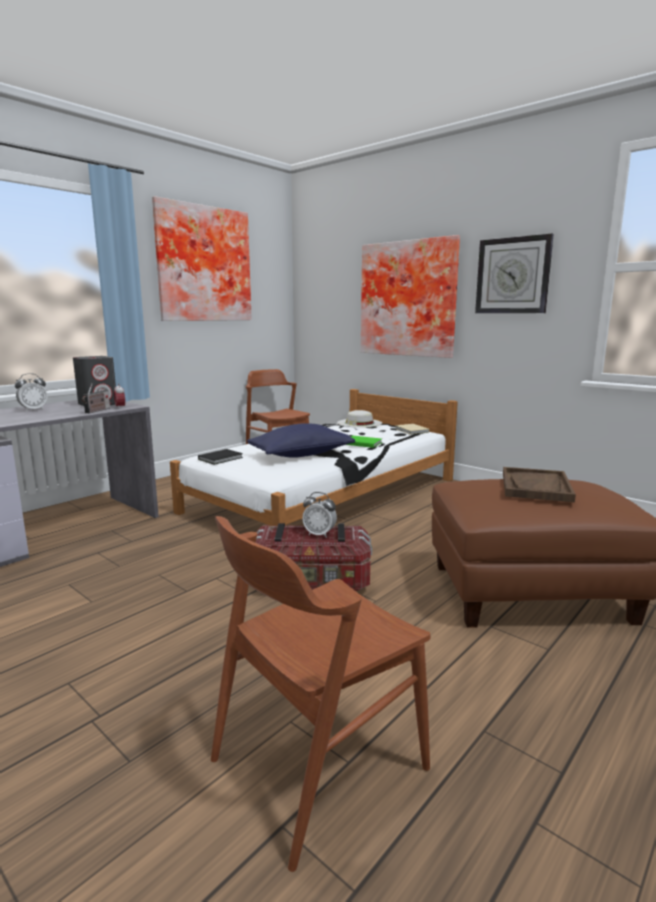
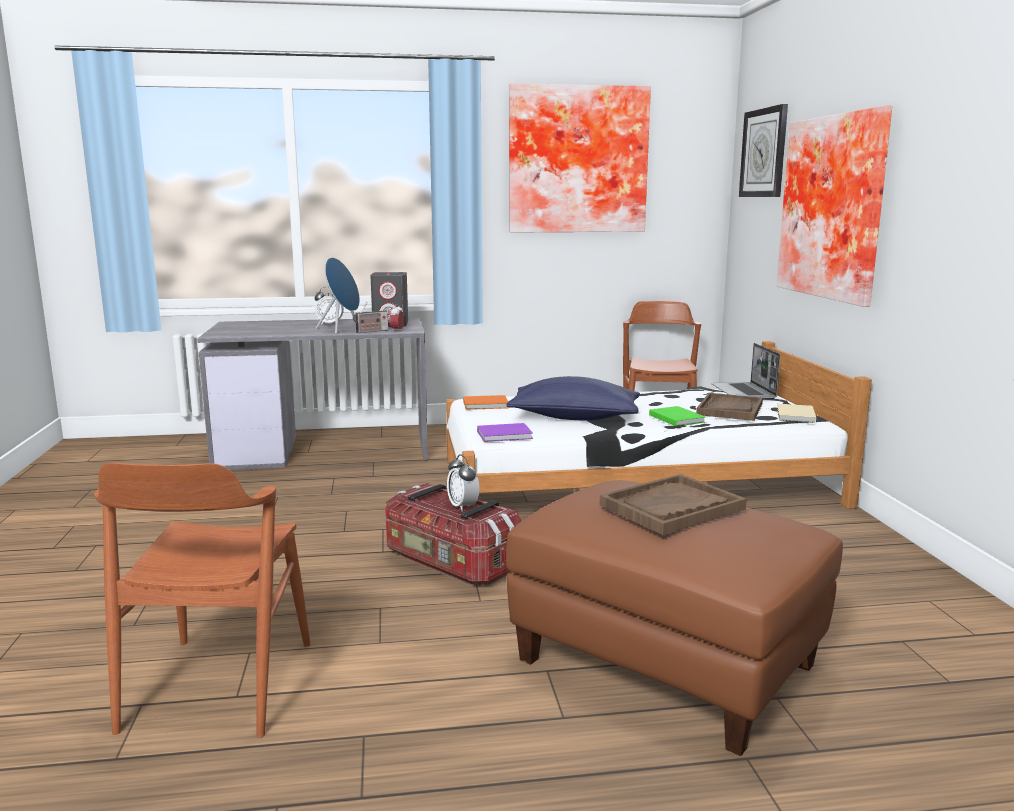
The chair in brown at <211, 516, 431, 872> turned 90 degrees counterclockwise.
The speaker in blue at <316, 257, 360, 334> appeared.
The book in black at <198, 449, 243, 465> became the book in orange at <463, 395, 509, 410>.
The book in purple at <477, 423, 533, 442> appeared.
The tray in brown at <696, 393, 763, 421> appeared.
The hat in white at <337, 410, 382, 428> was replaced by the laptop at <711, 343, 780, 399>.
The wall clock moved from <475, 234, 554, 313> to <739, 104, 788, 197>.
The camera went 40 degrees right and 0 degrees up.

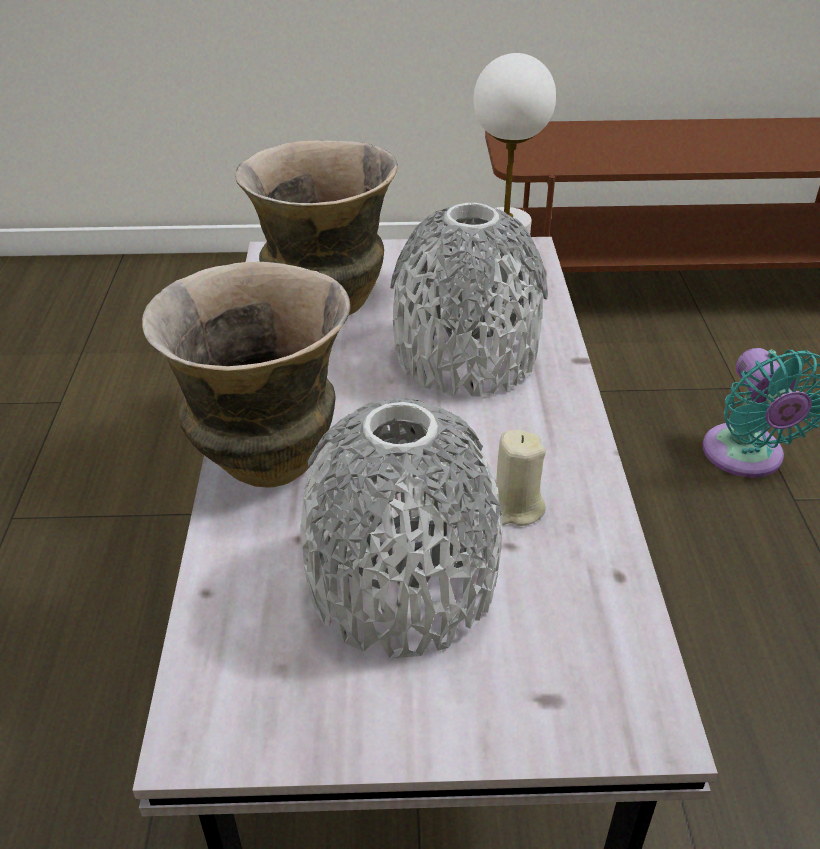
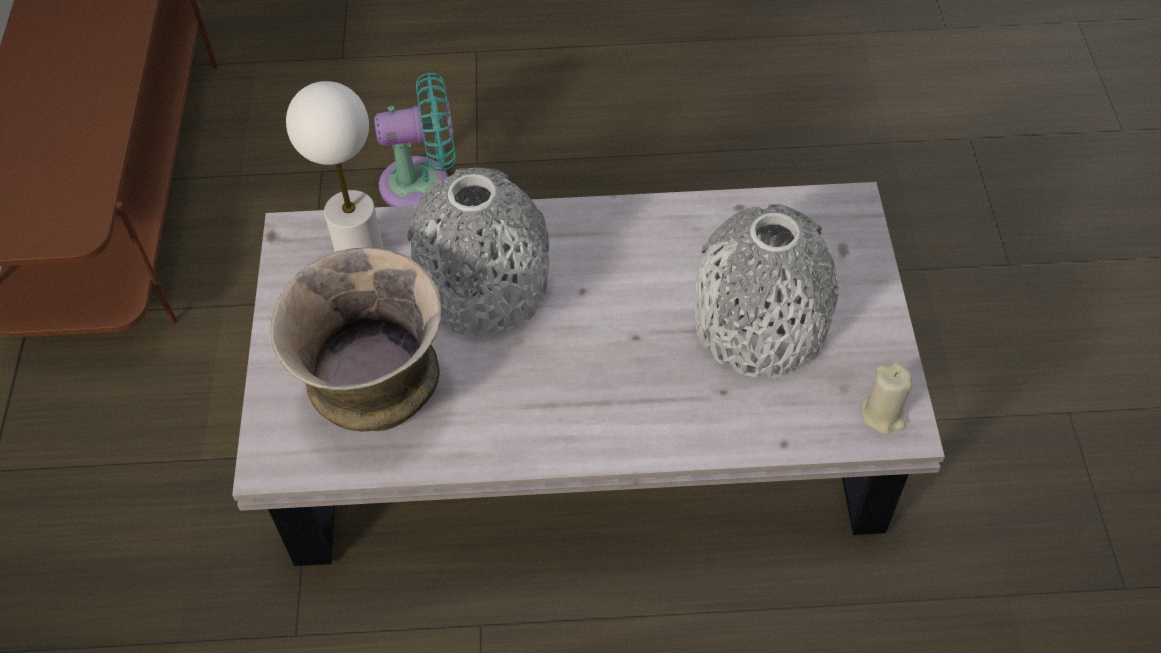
The candle in beige moved from <496, 430, 546, 526> to <862, 363, 912, 435>.
The vase at <142, 262, 350, 488> disappeared.
The camera went 90 degrees left and 15 degrees up.

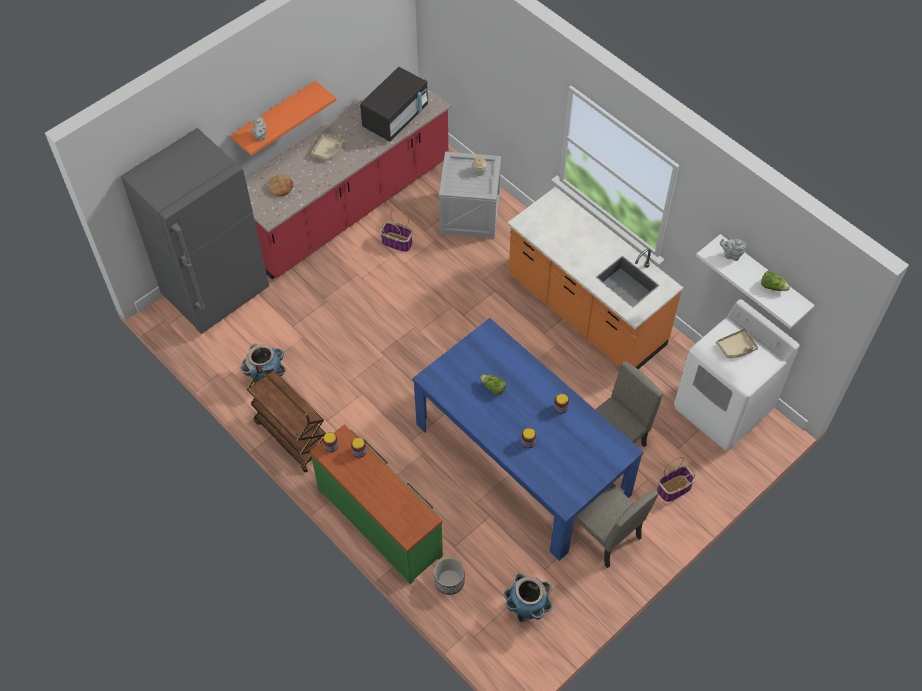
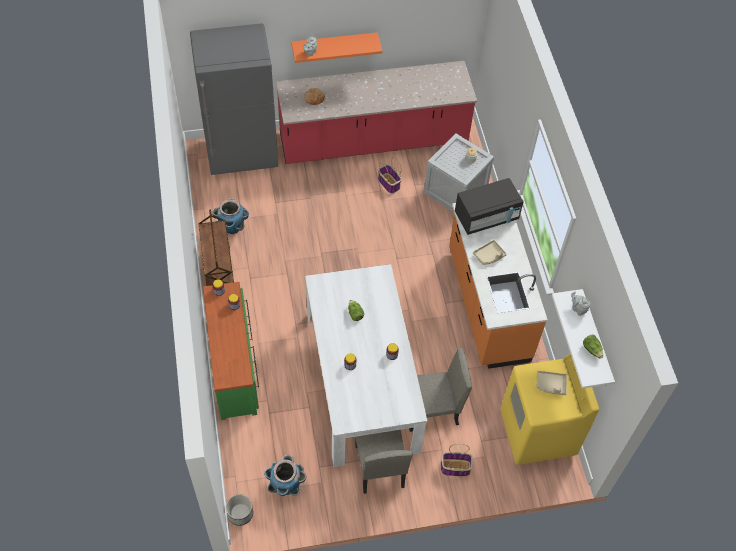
The planter moved from <434, 558, 465, 595> to <226, 494, 253, 526>.
The dining table in blue at <413, 318, 644, 561> became the dining table in white at <305, 264, 428, 467>.
The microwave in black moved from <360, 67, 428, 142> to <455, 178, 524, 235>.
The tray in beige moved from <311, 133, 344, 161> to <473, 240, 507, 265>.
The washing machine in white at <674, 299, 800, 451> became the washing machine in yellow at <500, 353, 599, 465>.
The camera went 30 degrees right and 0 degrees up.

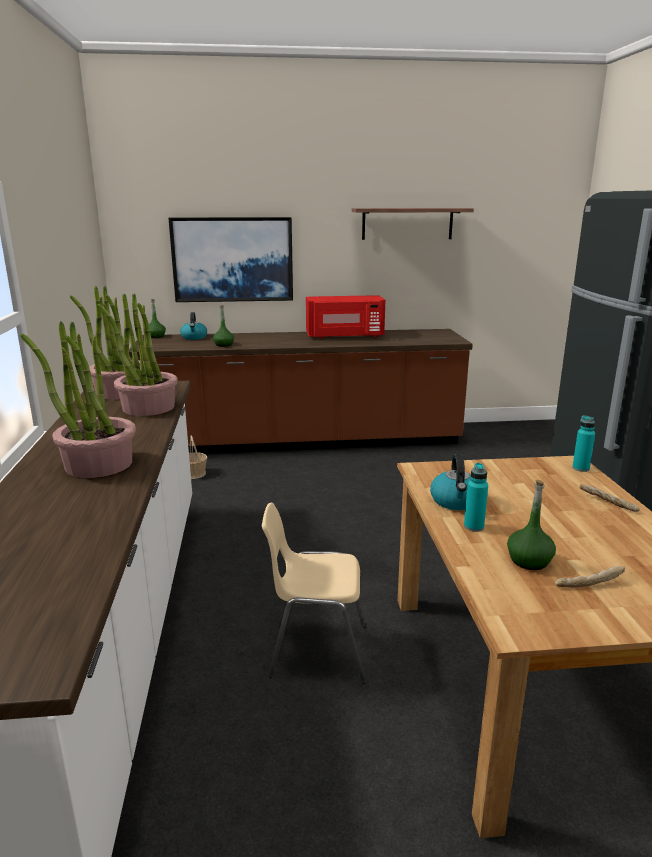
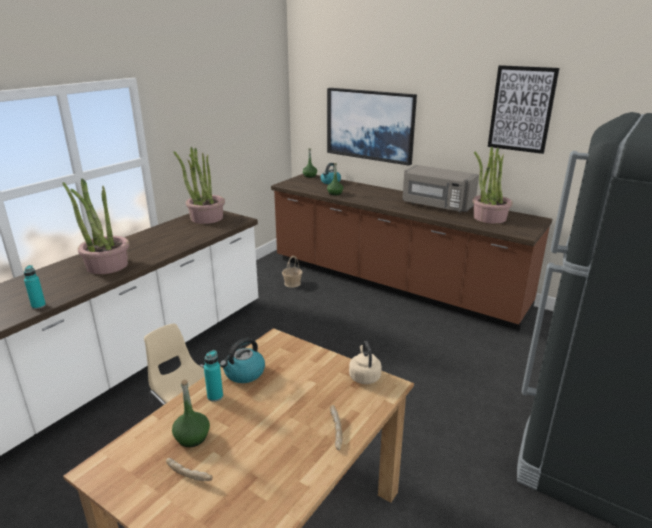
The bottle in turquoise moved from <572, 415, 596, 472> to <24, 265, 46, 309>.
The kettle in beige at <349, 341, 382, 384> appeared.
The microwave in red at <306, 295, 385, 339> became the microwave in grey at <402, 165, 479, 212>.
The potted plant moved from <97, 293, 178, 416> to <472, 147, 513, 224>.
The shelf at <351, 208, 474, 240> was replaced by the picture at <488, 65, 559, 154>.
The camera went 40 degrees right and 5 degrees up.

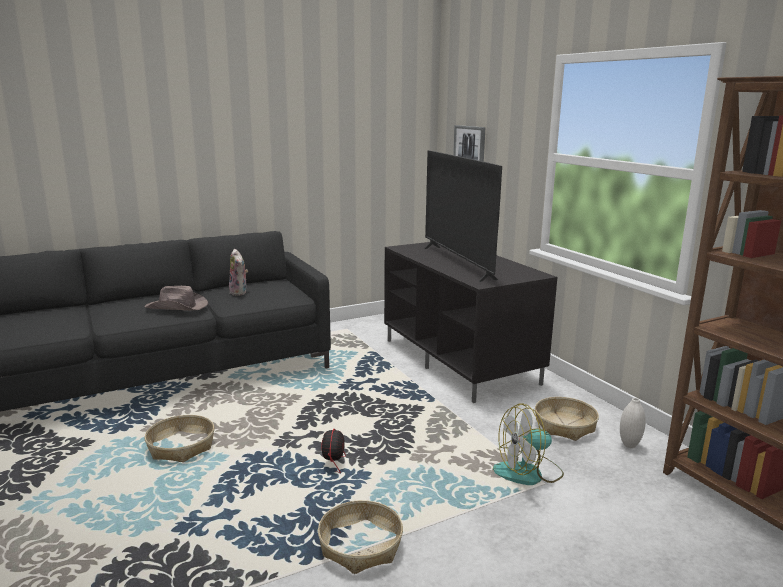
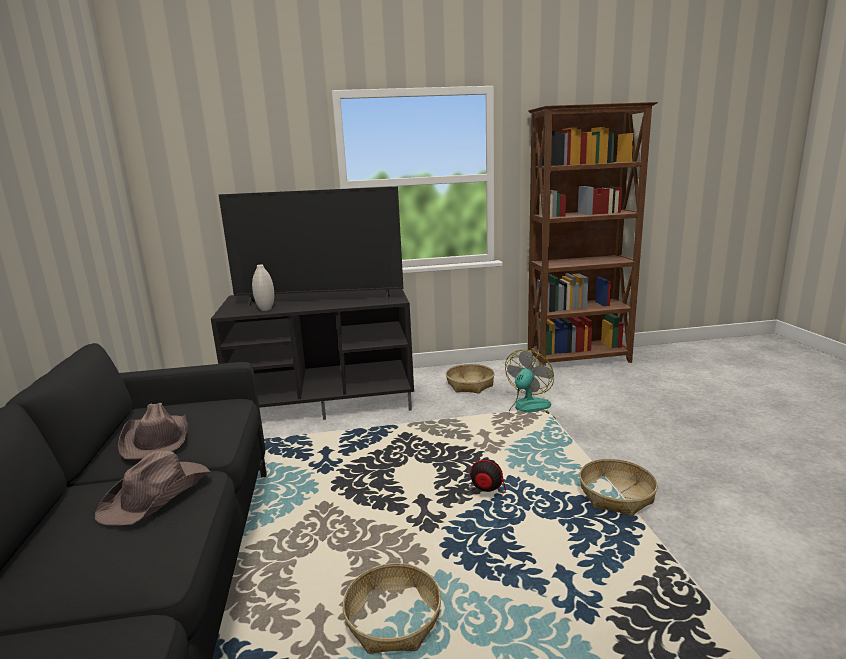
The plush toy at <229, 249, 248, 296> was replaced by the hat in brown at <118, 403, 188, 459>.
The vase in white moved from <620, 398, 646, 448> to <252, 265, 274, 311>.
The fan at <493, 403, 564, 485> turned 150 degrees counterclockwise.
The picture at <453, 125, 485, 162> disappeared.
The camera went 70 degrees left and 0 degrees up.

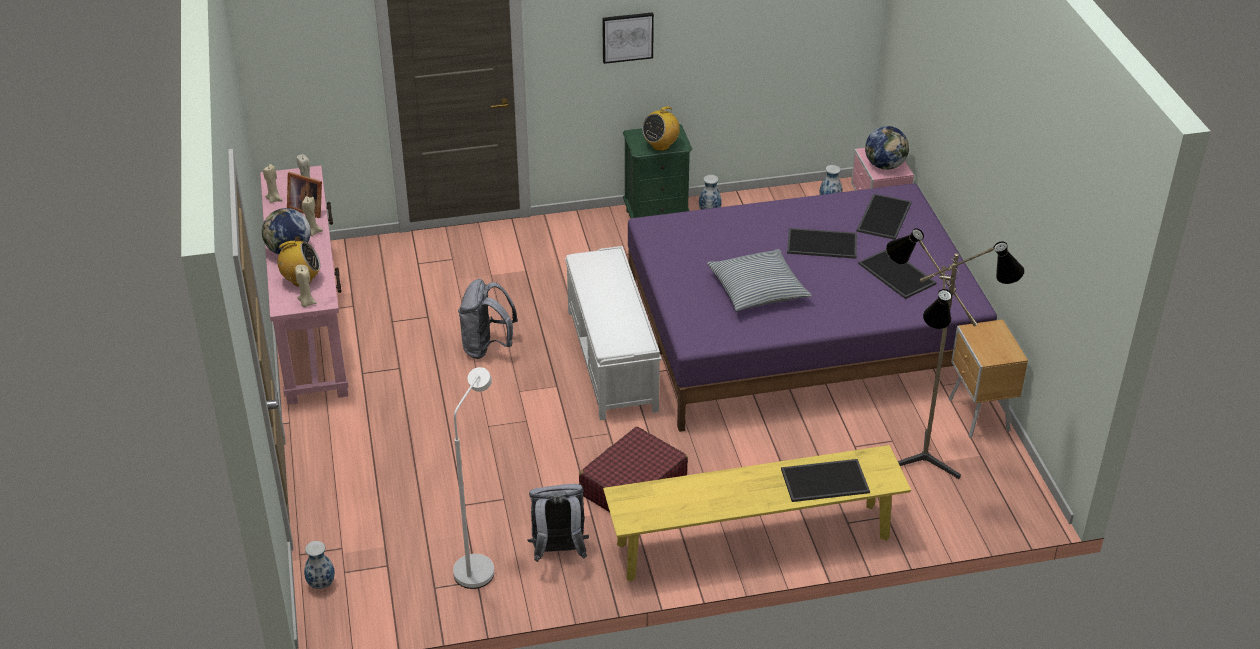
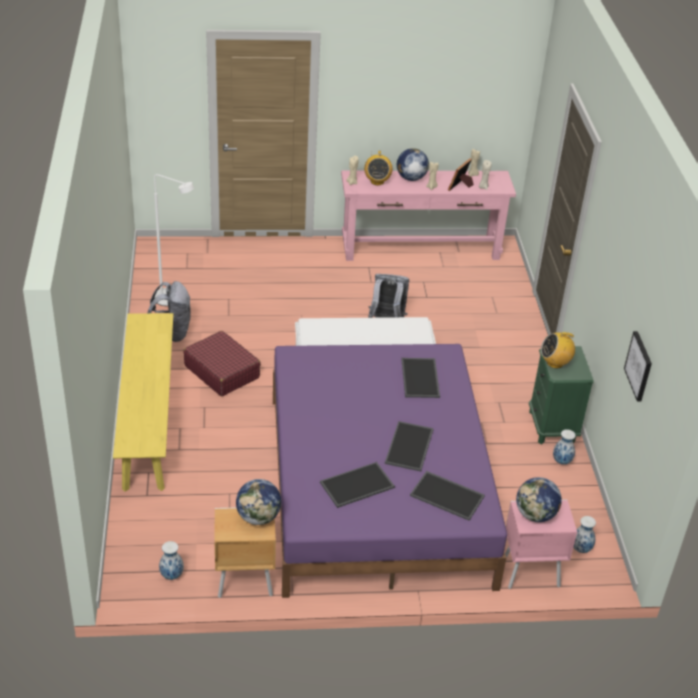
The vase moved from <304, 541, 335, 589> to <159, 541, 184, 580>.
The globe at <236, 479, 281, 525> appeared.
The tray moved from <781, 459, 870, 502> to <401, 358, 440, 398>.
The radio at <642, 106, 680, 151> turned 60 degrees counterclockwise.
The picture moved from <602, 12, 654, 64> to <624, 331, 652, 401>.
The pillow at <707, 249, 812, 311> disappeared.
The floor lamp at <886, 228, 1025, 479> disappeared.
The camera went 95 degrees right and 0 degrees up.

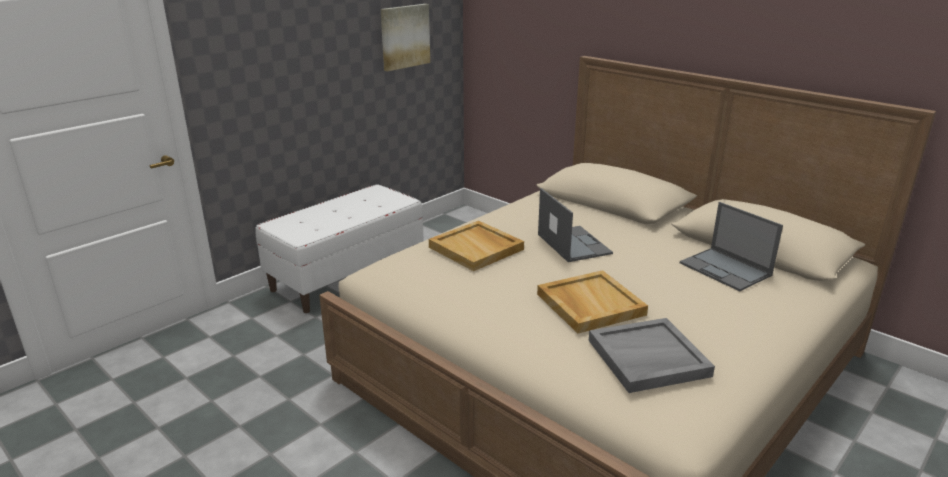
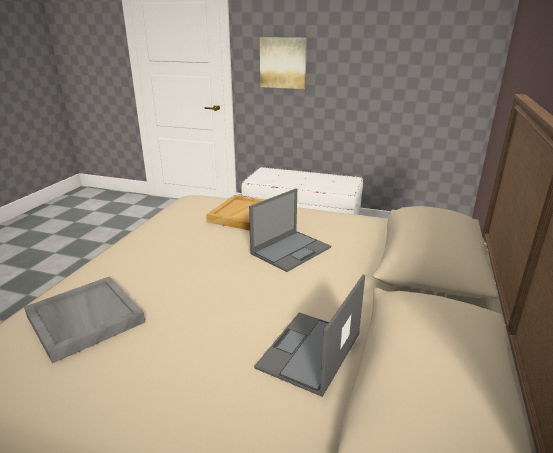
The picture moved from <381, 4, 430, 71> to <260, 37, 307, 89>.
The tray in beige at <537, 270, 648, 333> disappeared.
The camera went 65 degrees right and 0 degrees up.

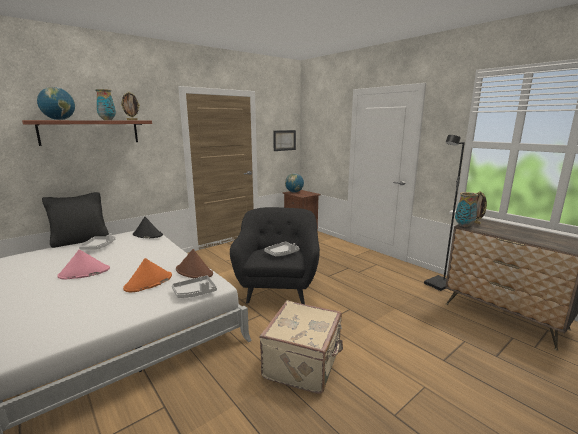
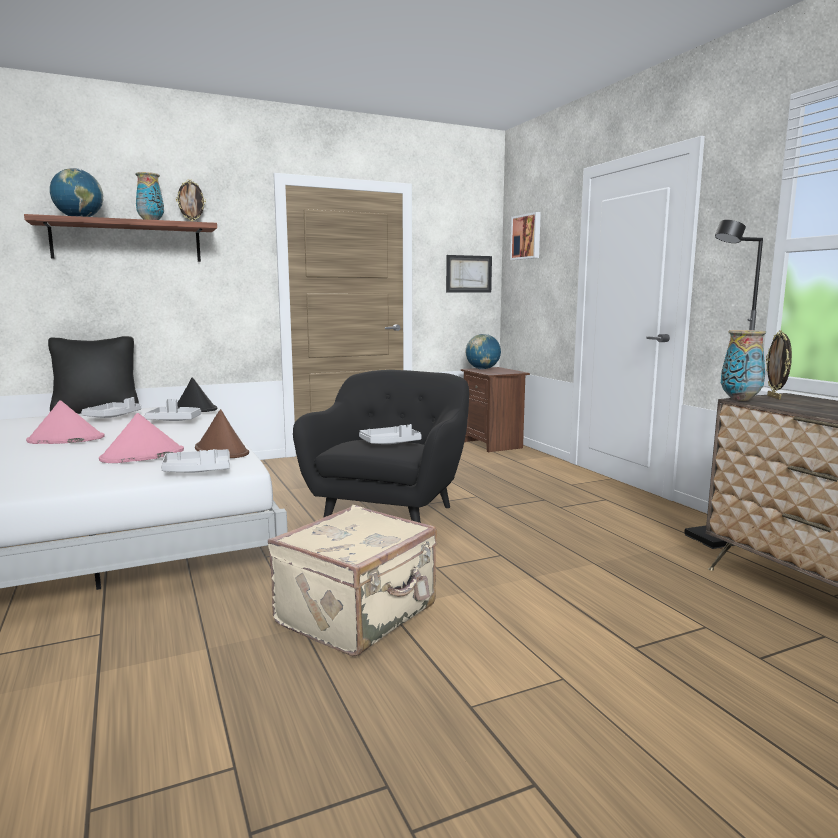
The hat in orange at <123, 258, 172, 292> became the hat in pink at <99, 413, 184, 463>.
The tray in grey at <145, 399, 201, 421> appeared.
The picture at <510, 212, 541, 260> appeared.
The camera went 15 degrees right and 5 degrees down.

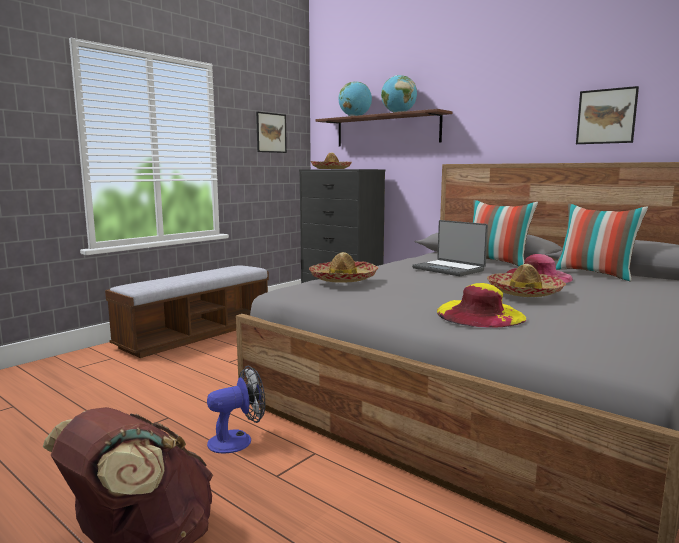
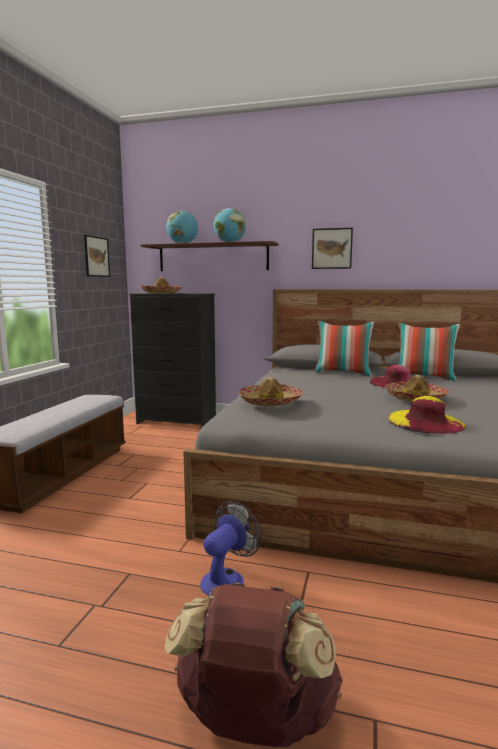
The picture moved from <576, 86, 639, 144> to <312, 228, 353, 269>.
The laptop at <412, 220, 488, 276> disappeared.
The camera went 25 degrees left and 0 degrees up.

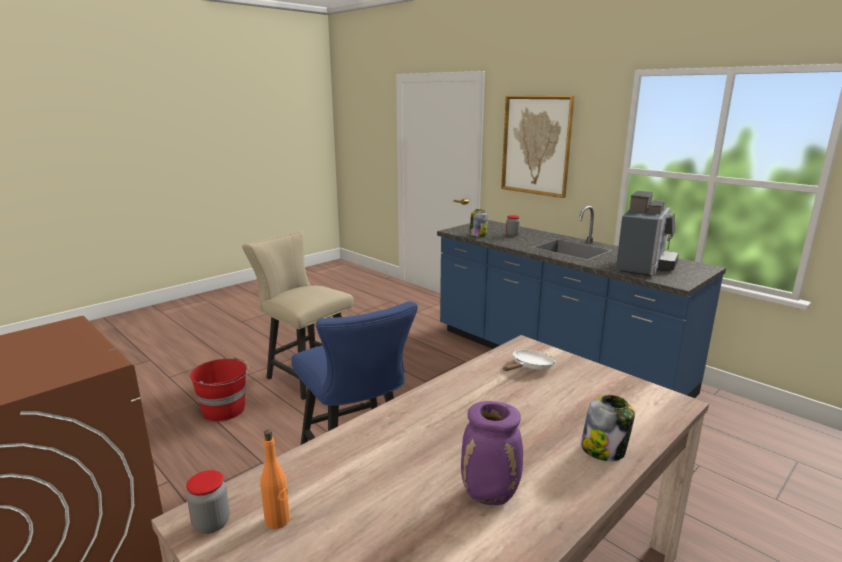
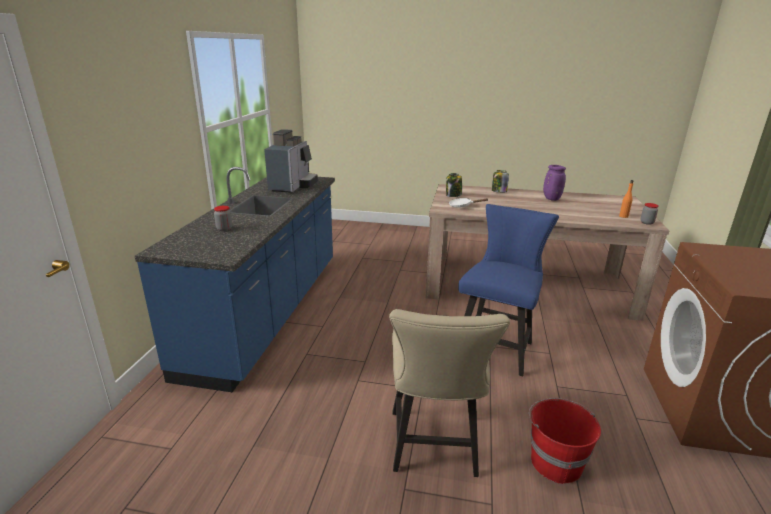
The coffee machine at <616, 191, 679, 276> turned 105 degrees clockwise.
The jar moved from <469, 209, 488, 237> to <446, 173, 462, 197>.
The picture at <501, 96, 574, 198> disappeared.
The camera went 125 degrees left and 5 degrees up.

